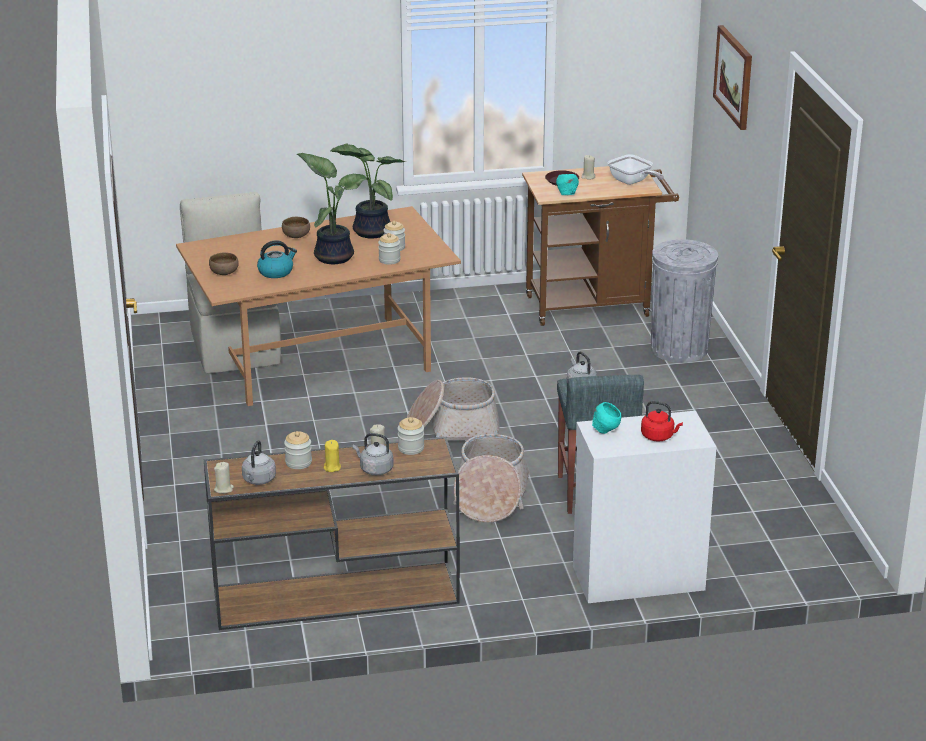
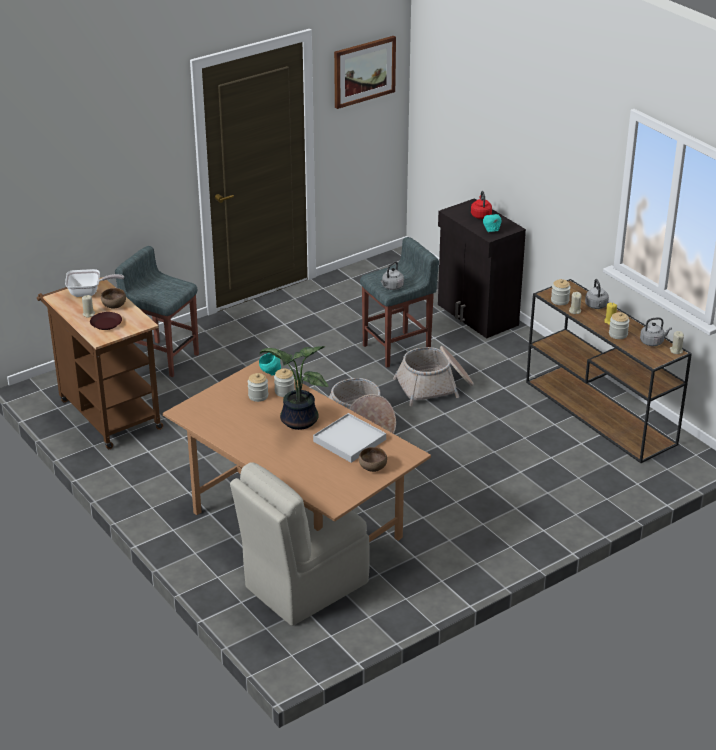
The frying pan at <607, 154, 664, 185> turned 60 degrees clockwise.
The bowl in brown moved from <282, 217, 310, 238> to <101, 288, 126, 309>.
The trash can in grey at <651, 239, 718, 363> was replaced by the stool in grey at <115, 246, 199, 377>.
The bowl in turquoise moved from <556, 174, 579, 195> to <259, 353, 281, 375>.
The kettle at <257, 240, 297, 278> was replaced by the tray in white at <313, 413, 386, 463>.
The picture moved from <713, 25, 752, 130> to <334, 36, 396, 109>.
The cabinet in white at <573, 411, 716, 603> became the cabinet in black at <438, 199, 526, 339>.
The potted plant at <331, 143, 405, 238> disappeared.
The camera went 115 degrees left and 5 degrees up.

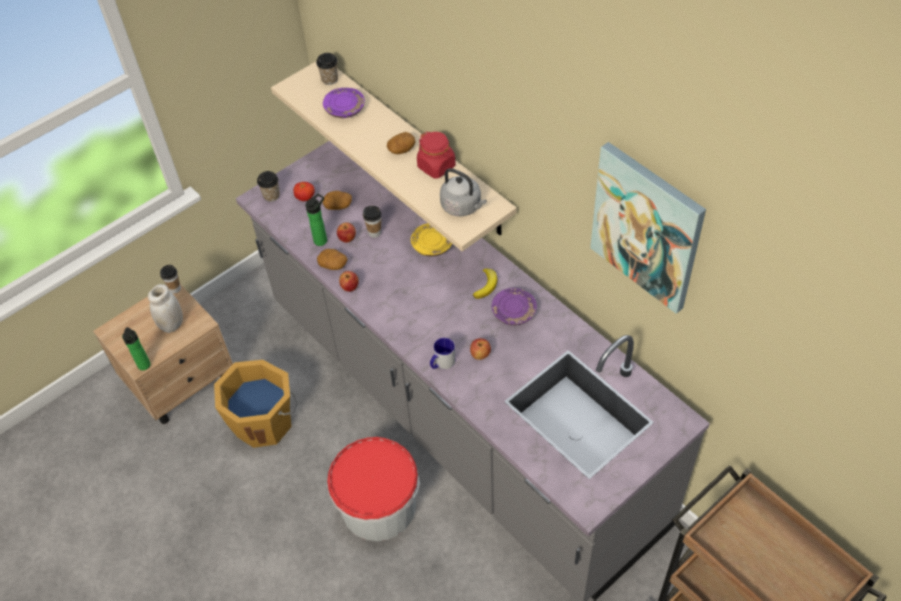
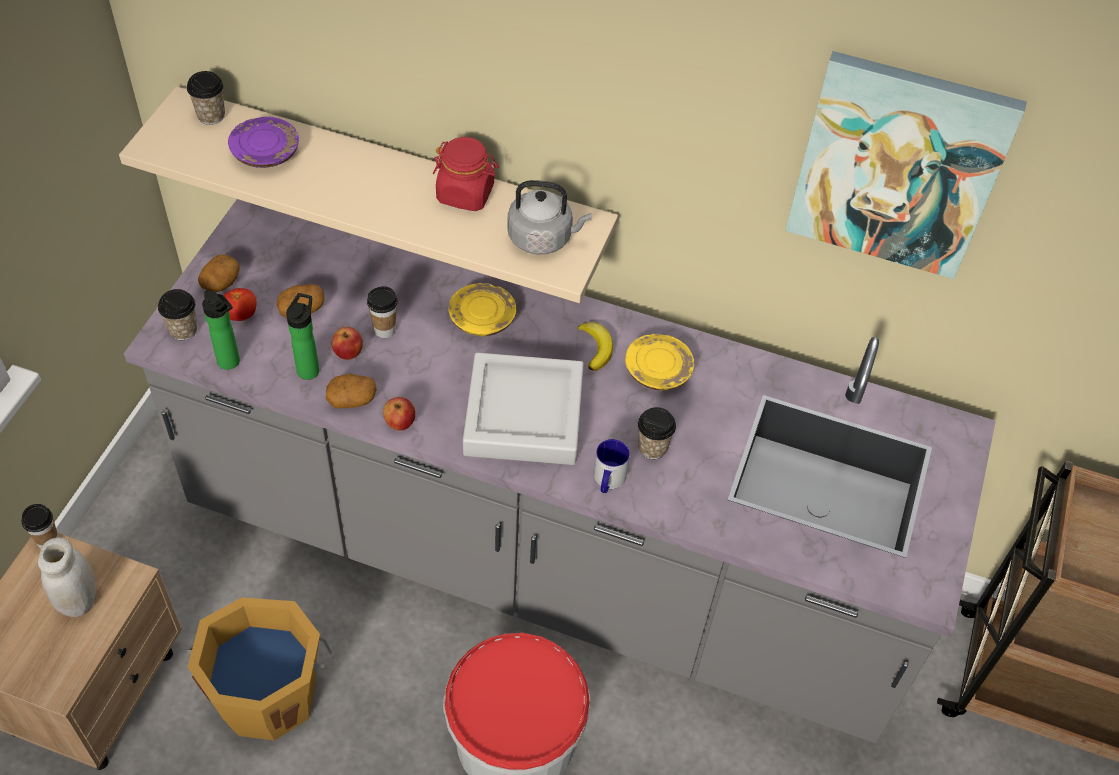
The potato moved from <387, 132, 416, 154> to <198, 255, 240, 292>.
The bottle moved from <122, 327, 151, 370> to <202, 290, 240, 370>.
The tray in grey at <463, 352, 584, 465> appeared.
The plate in purple at <492, 288, 537, 325> became the plate in yellow at <625, 334, 694, 391>.
The apple at <470, 338, 491, 360> was replaced by the cup at <638, 407, 676, 459>.
The camera went 35 degrees left and 0 degrees up.

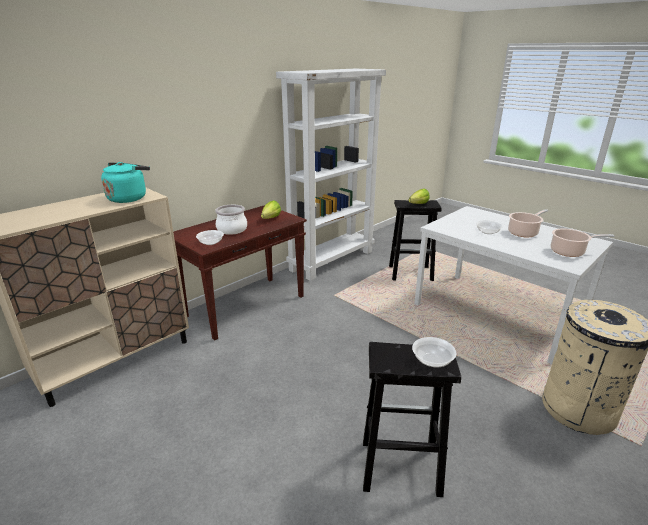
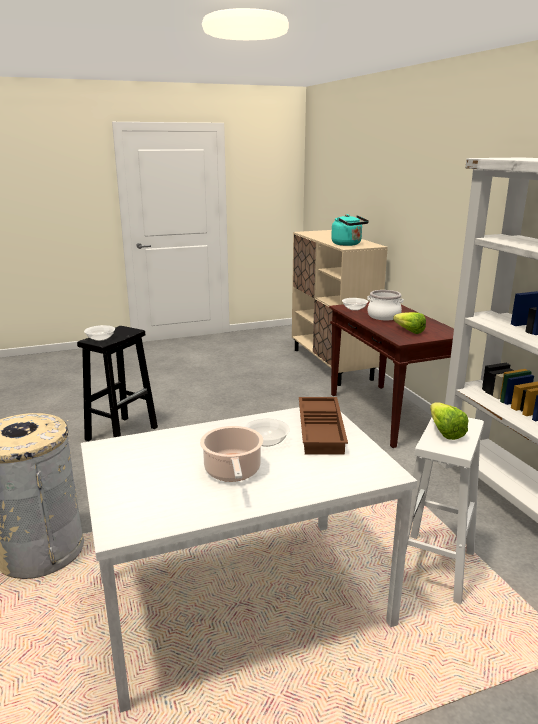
The tray in brown at <299, 397, 348, 455> appeared.
The stool in black at <389, 200, 442, 281> became the stool in white at <406, 417, 484, 604>.
The cooking pot at <551, 229, 614, 257> disappeared.
The camera went 115 degrees right and 5 degrees down.

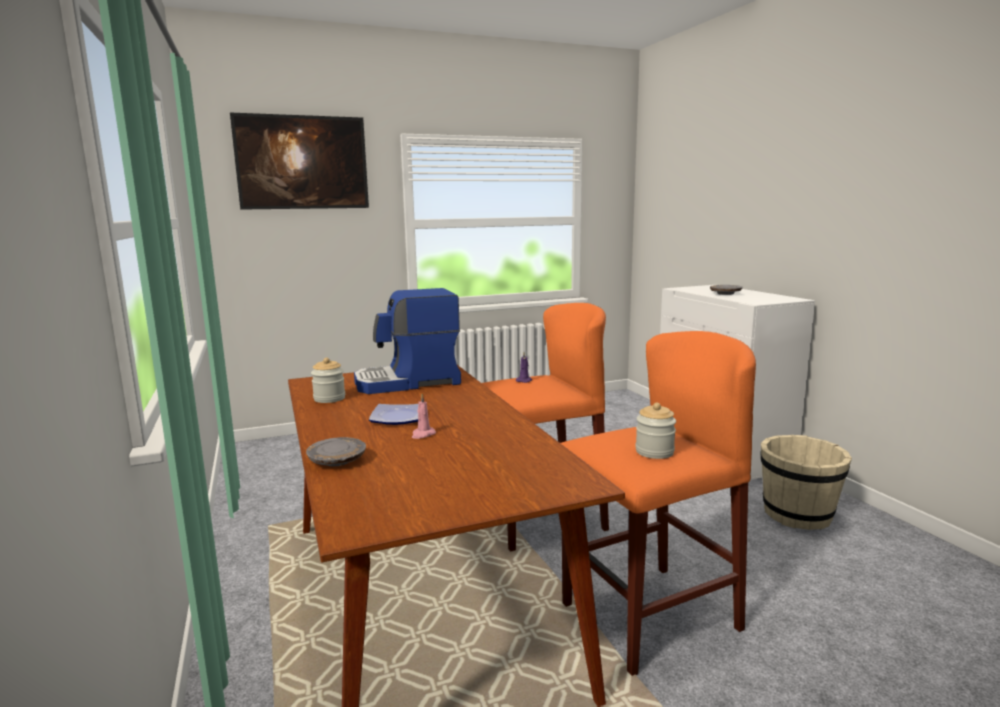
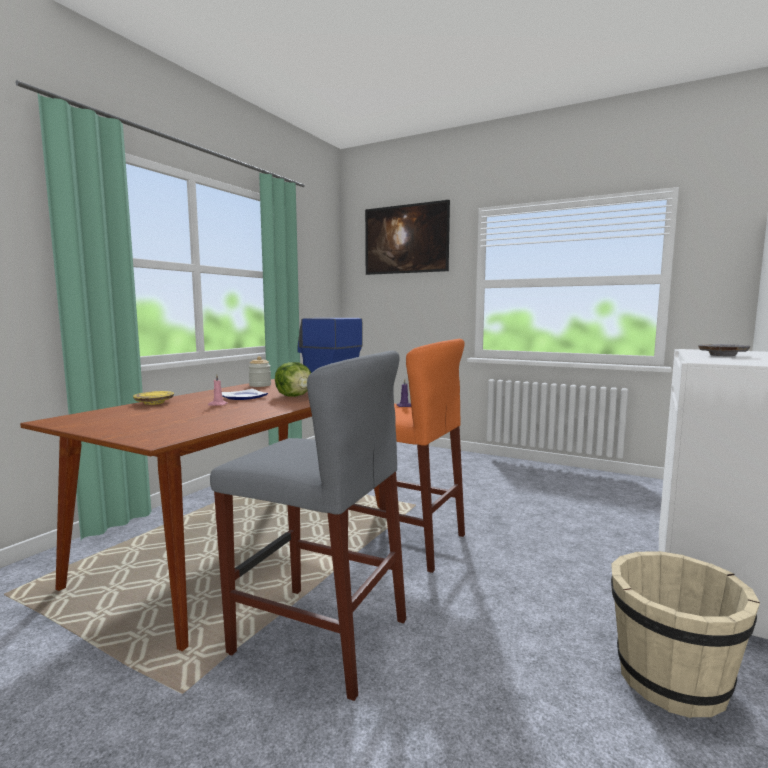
The plate in grey at <306, 437, 366, 467> became the plate in yellow at <133, 391, 174, 405>.
The stool in orange at <561, 331, 756, 676> became the stool in grey at <210, 351, 406, 701>.
The lettuce at <275, 362, 311, 397> appeared.
The jar at <635, 403, 676, 459> disappeared.
The camera went 50 degrees right and 5 degrees down.

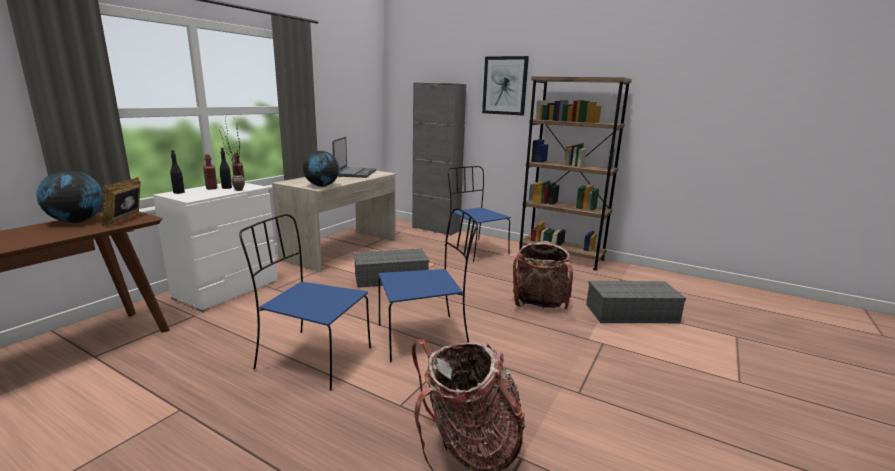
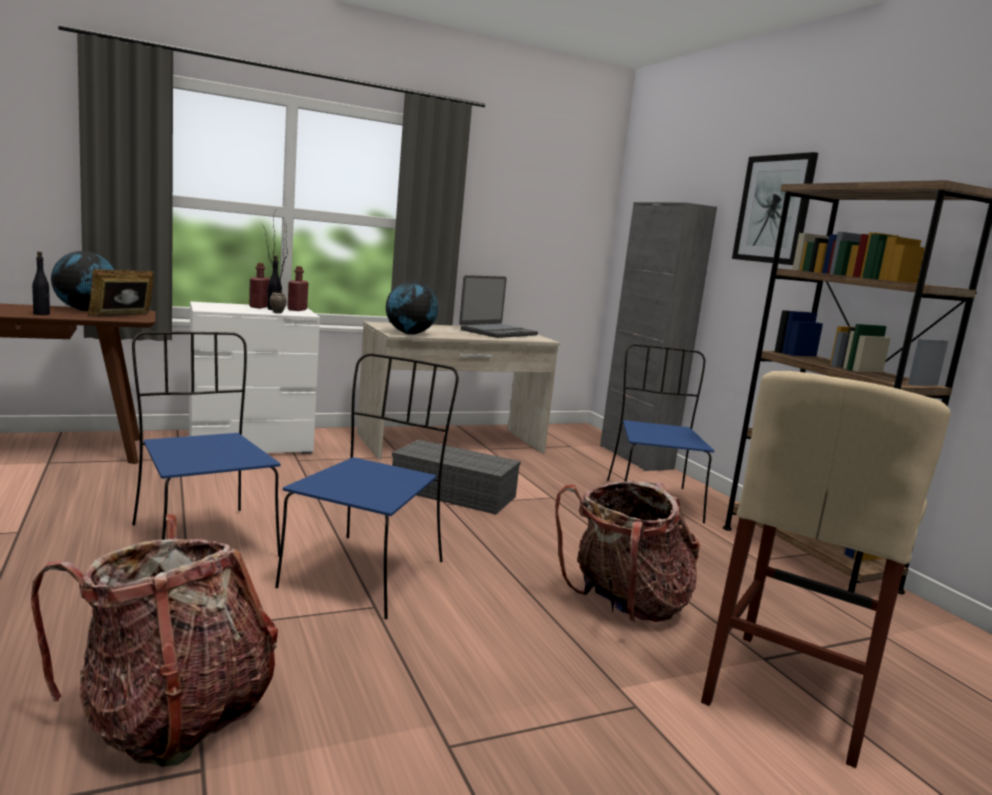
The bottle in black moved from <170, 150, 185, 194> to <32, 252, 50, 315>.
The chair in blue at <378, 208, 478, 362> turned 90 degrees counterclockwise.
The storage box in grey at <586, 281, 686, 323> was replaced by the stool in beige at <701, 371, 951, 768>.
The camera went 35 degrees right and 5 degrees down.

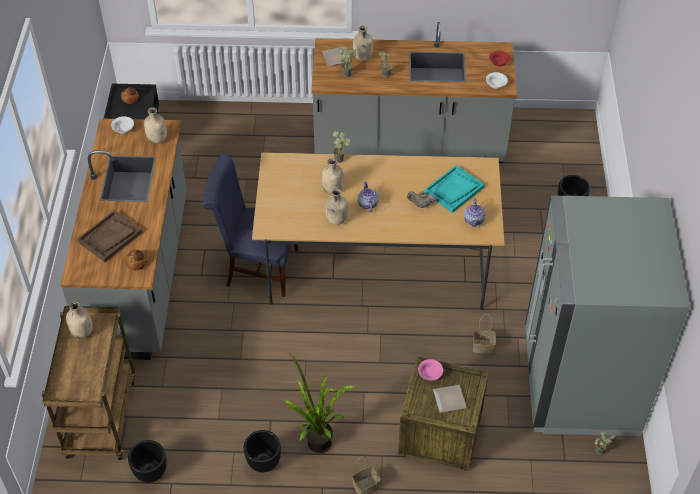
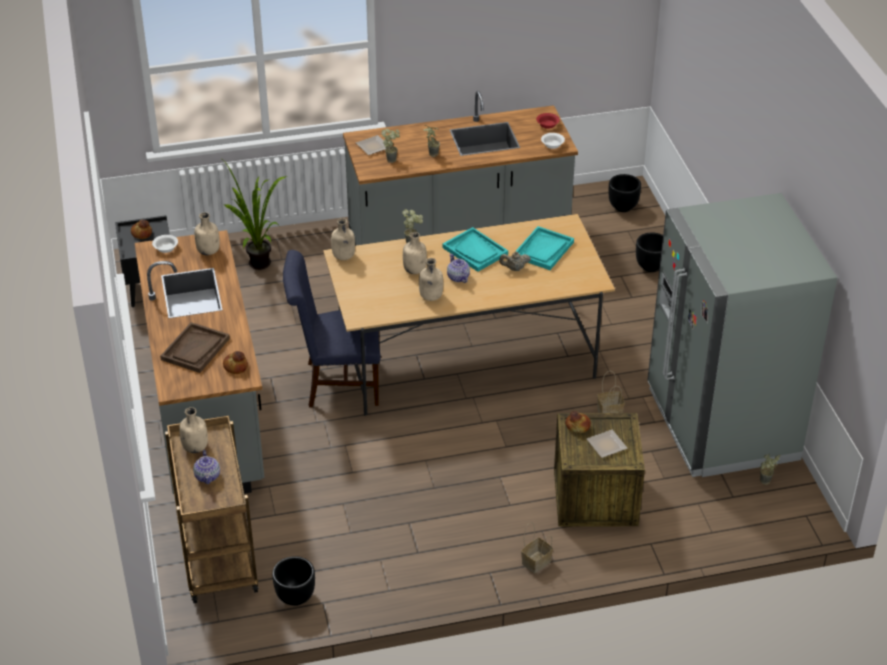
The teapot moved from <464, 199, 485, 227> to <193, 450, 220, 484>.
The potted plant moved from <284, 352, 356, 453> to <222, 159, 287, 270>.
The bottle in beige moved from <353, 25, 373, 61> to <331, 218, 355, 260>.
The tray in turquoise at <442, 227, 508, 272> appeared.
The bowl in pink at <418, 359, 443, 380> was replaced by the bread at <565, 411, 591, 433>.
The planter in black moved from <244, 430, 281, 472> to <608, 174, 641, 212>.
The camera went 15 degrees left and 10 degrees down.

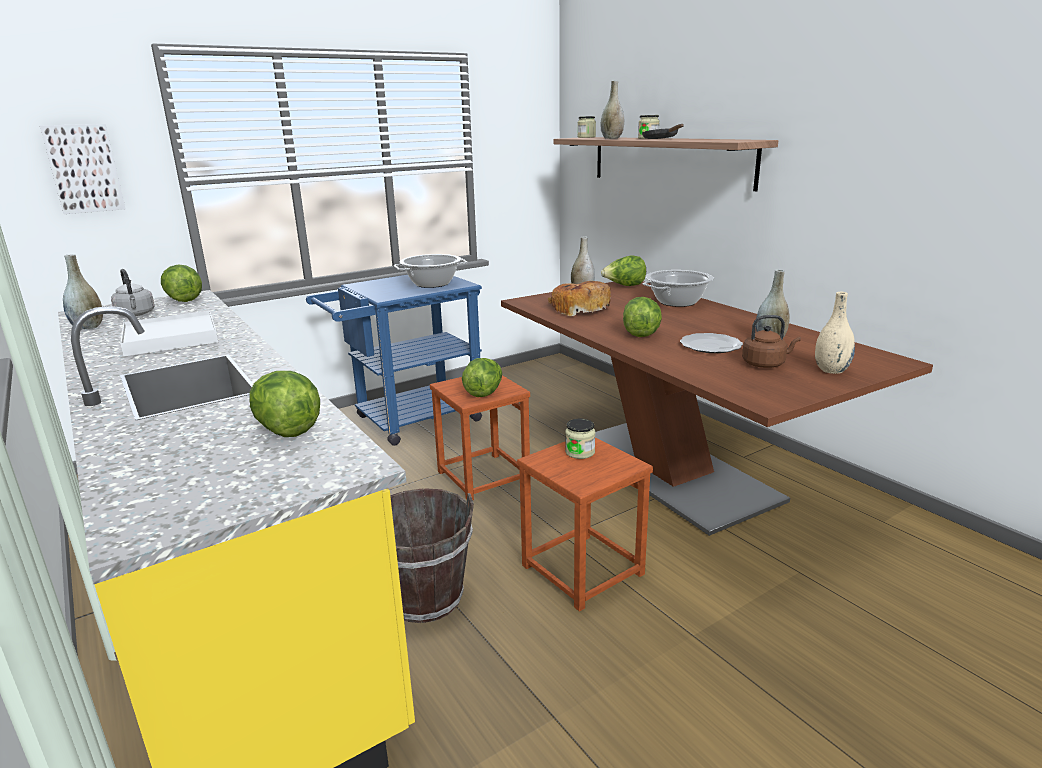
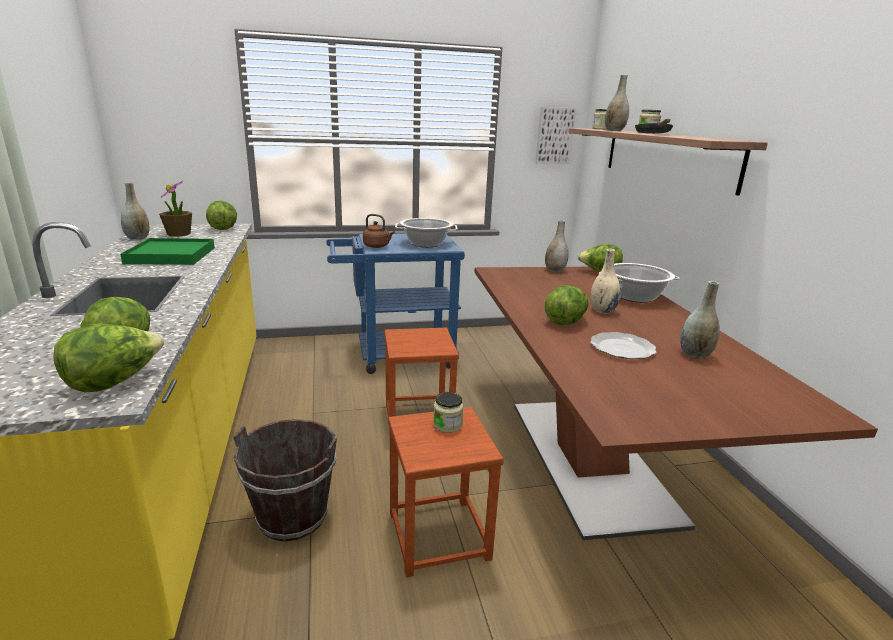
The lettuce moved from <462, 358, 502, 397> to <53, 323, 164, 392>.
The tray in white at <120, 311, 218, 356> became the tray in green at <120, 238, 215, 265>.
The kettle in grey at <111, 269, 155, 316> was replaced by the potted plant at <159, 180, 192, 237>.
The kettle in brown moved from <742, 315, 801, 368> to <363, 214, 395, 248>.
The picture moved from <40, 124, 126, 214> to <535, 107, 576, 164>.
The vase in beige moved from <815, 292, 855, 374> to <591, 249, 620, 314>.
The bread at <548, 281, 611, 316> disappeared.
The camera went 20 degrees right and 0 degrees up.

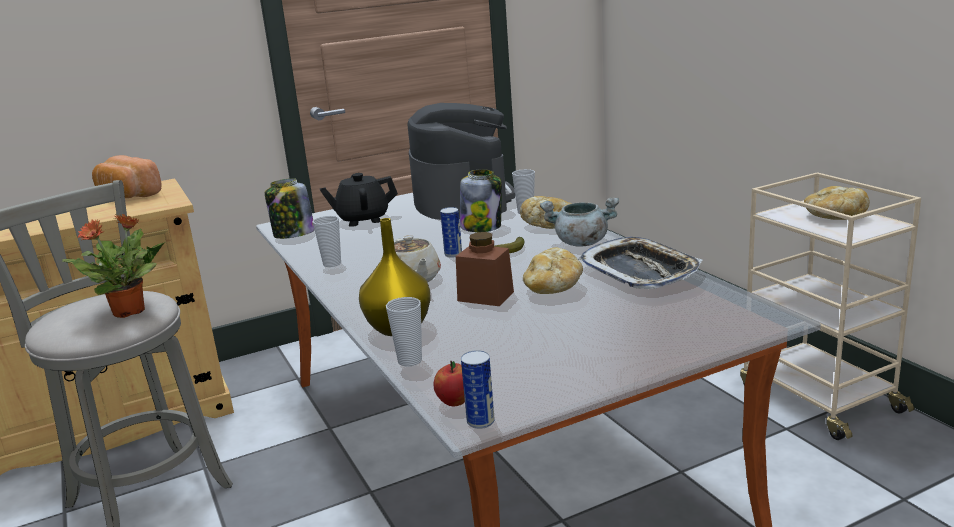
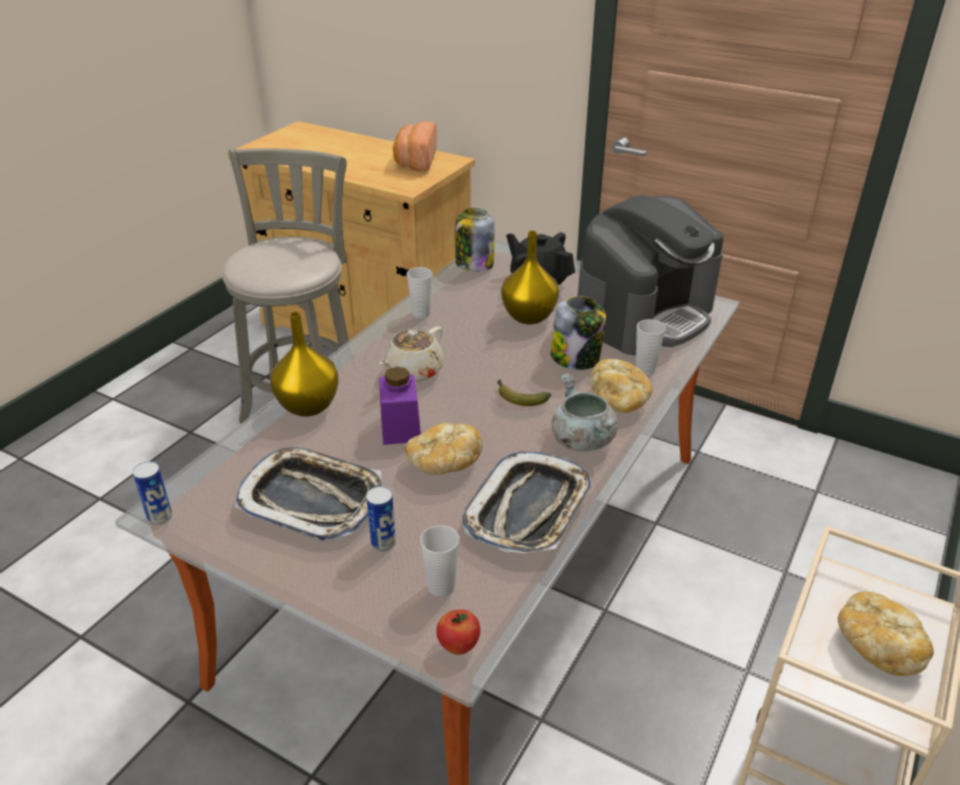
The tray at <235, 447, 382, 541> appeared.
The can moved from <440, 207, 462, 258> to <366, 486, 396, 551>.
The jar in brown at <456, 232, 514, 306> became the jar in purple at <379, 367, 421, 445>.
The cup moved from <386, 297, 422, 367> to <420, 525, 459, 597>.
The apple moved from <434, 361, 465, 406> to <436, 610, 480, 655>.
The vase in yellow at <502, 231, 559, 324> appeared.
The potted plant at <62, 214, 165, 318> disappeared.
The camera went 55 degrees right and 15 degrees up.

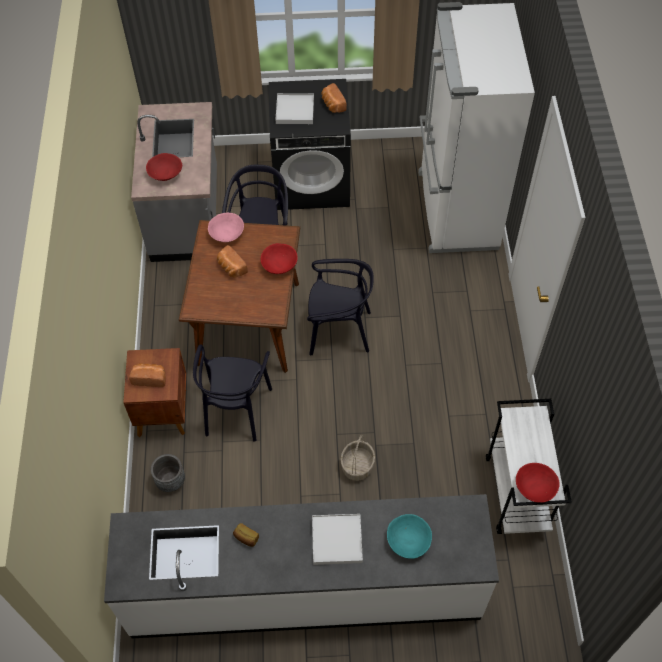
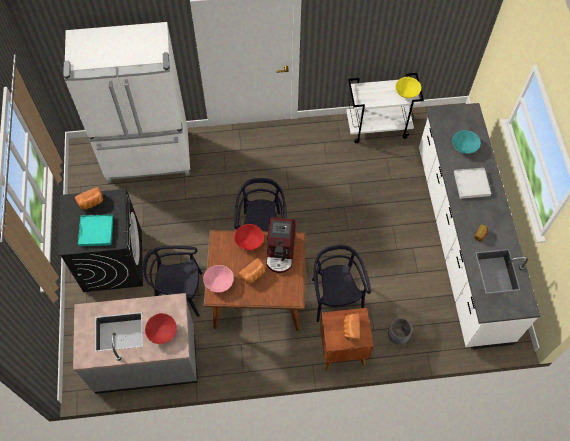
The tray in white at <275, 93, 314, 124> became the tray in turquoise at <78, 215, 113, 246>.
The coffee machine at <266, 217, 296, 273> appeared.
The chair in black at <193, 344, 272, 442> turned 105 degrees counterclockwise.
The bowl in red at <516, 463, 560, 503> became the bowl in yellow at <396, 77, 421, 98>.
The basket at <340, 435, 375, 481> disappeared.
The camera went 95 degrees left and 5 degrees up.

